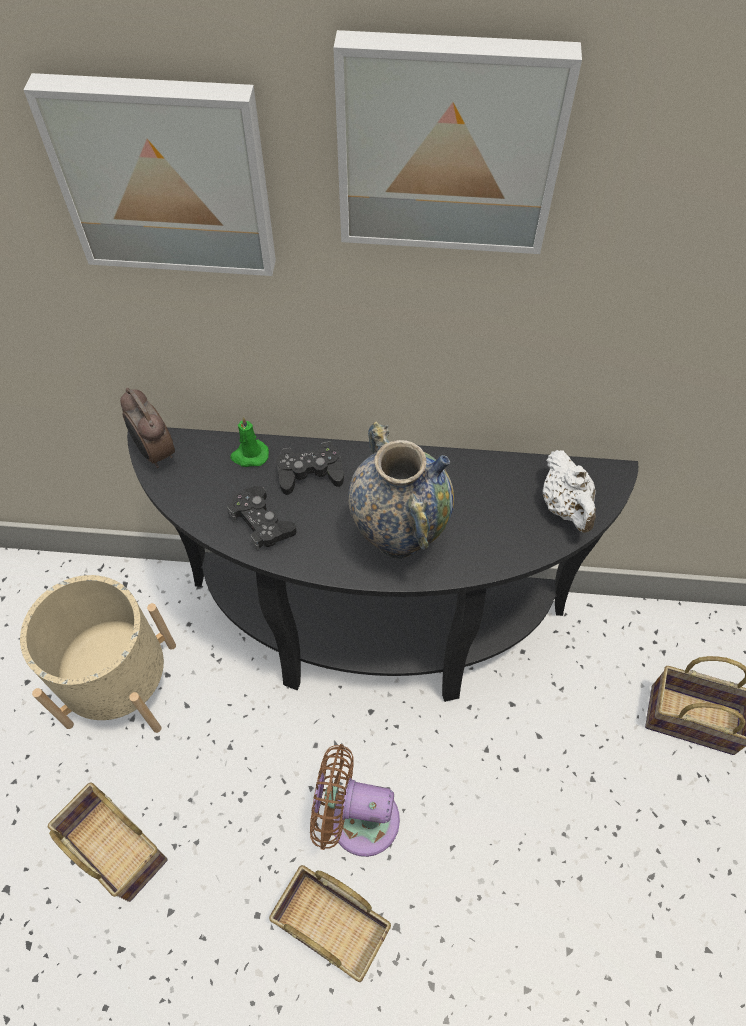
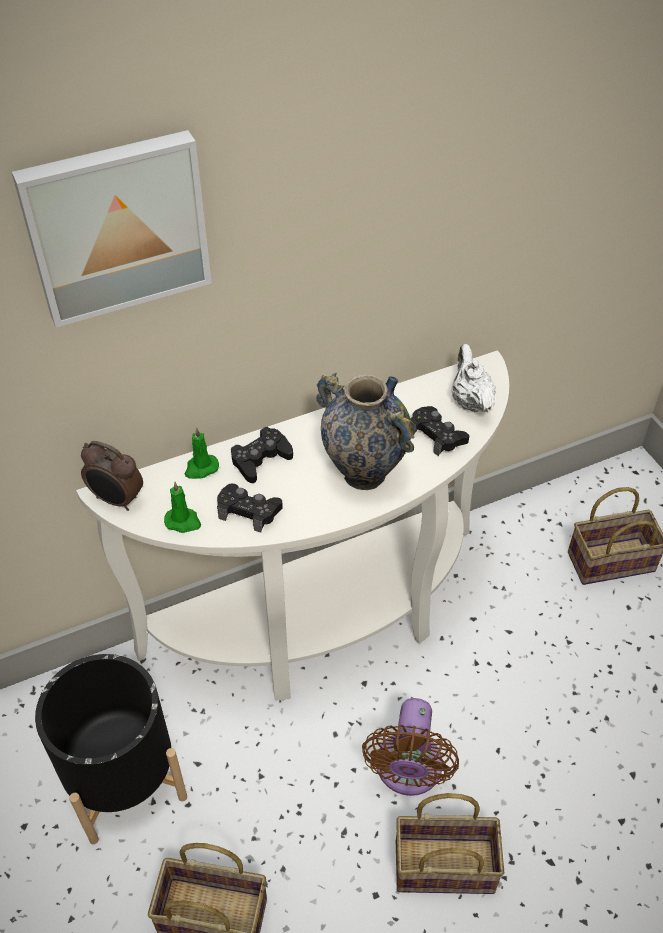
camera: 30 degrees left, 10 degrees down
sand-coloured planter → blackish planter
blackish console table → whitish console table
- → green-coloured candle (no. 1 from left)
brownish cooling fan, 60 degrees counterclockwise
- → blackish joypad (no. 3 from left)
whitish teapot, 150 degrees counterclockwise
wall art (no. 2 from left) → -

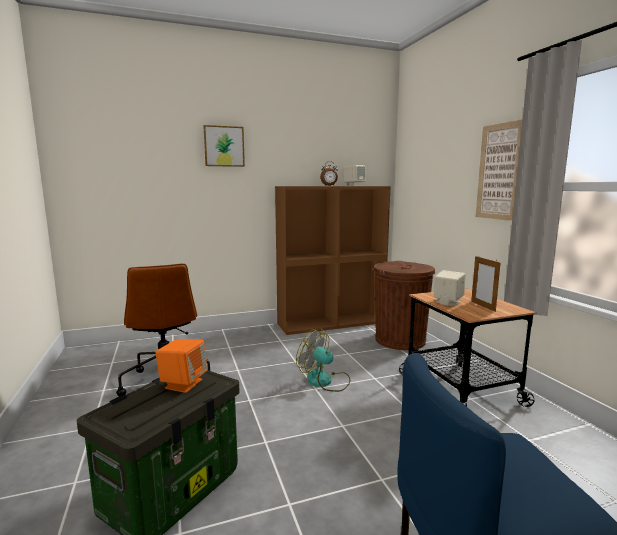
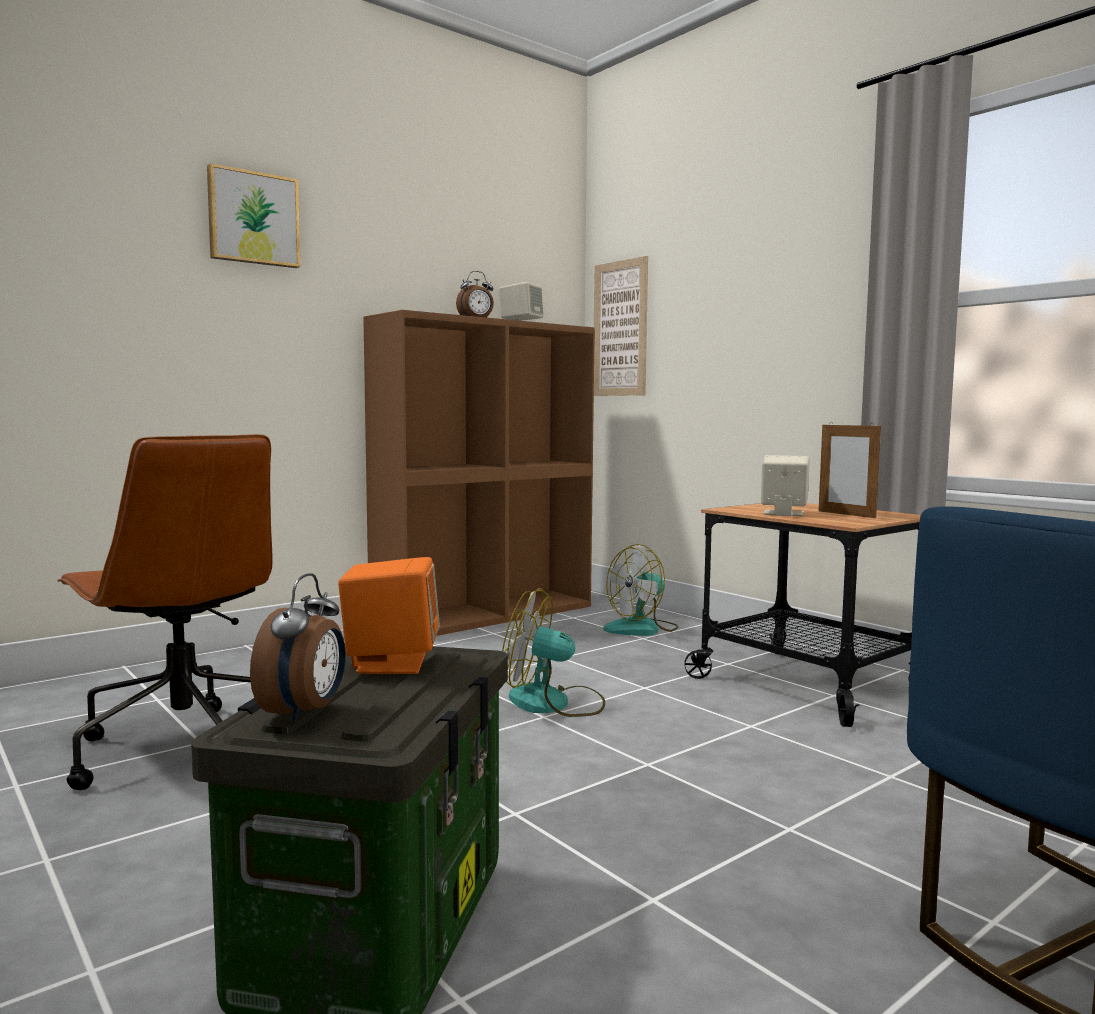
camera: 20 degrees left, 5 degrees down
- → bedside clock (no. 1 from left)
wall art (no. 2 from left), shifted
brownish waste bin → cooling fan (no. 2 from left)

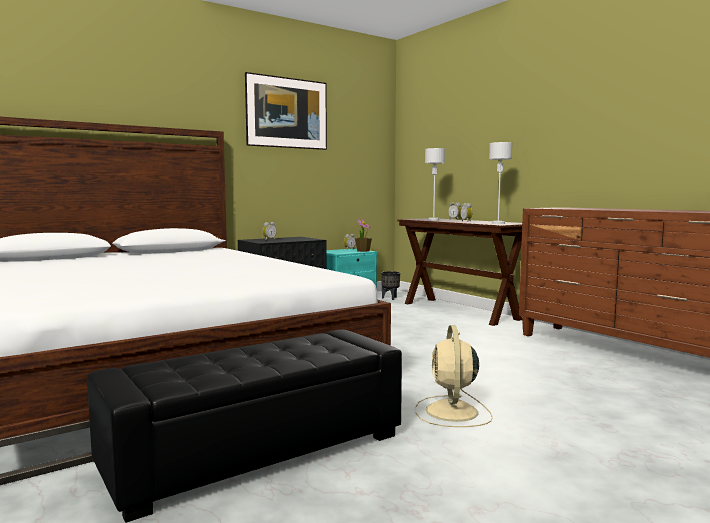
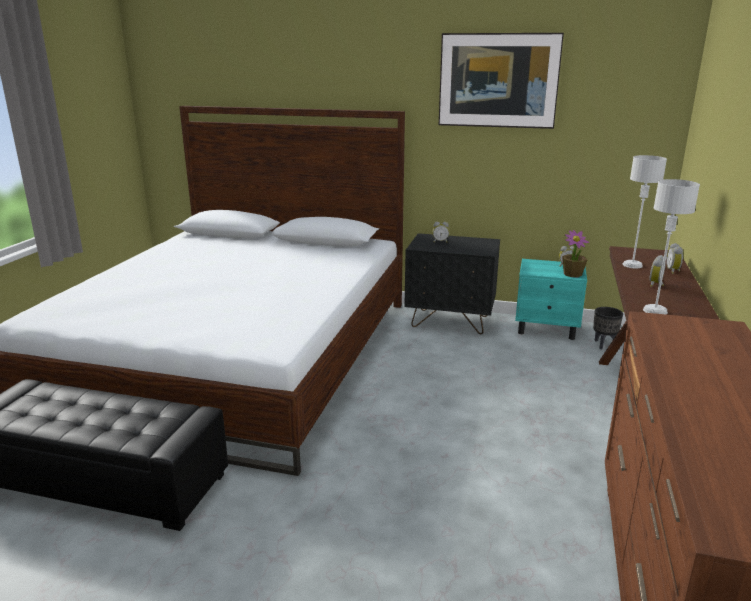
camera: 50 degrees right, 15 degrees up
sand-coloured cooling fan → -

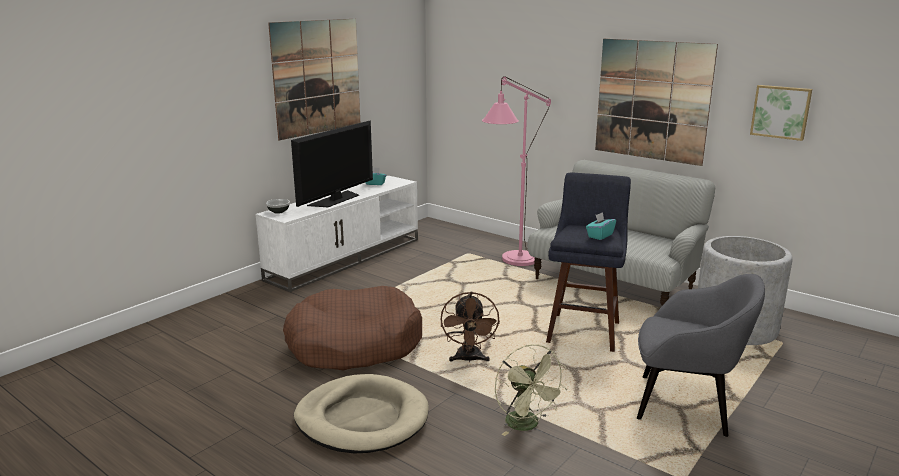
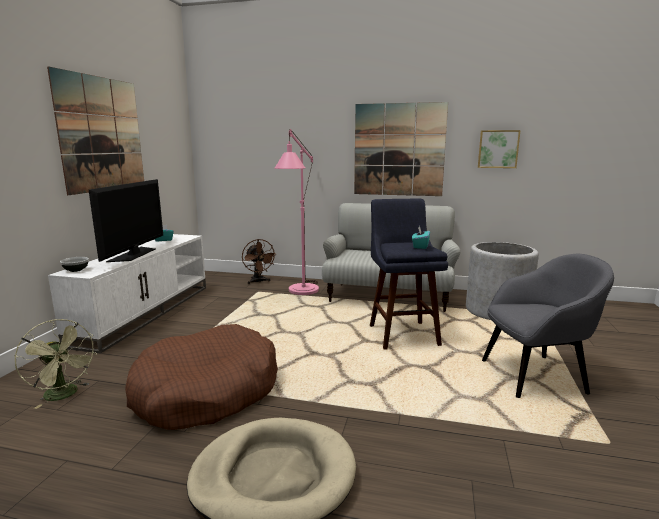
camera: 25 degrees left, 5 degrees down
green-coloured cooling fan, shifted
brownish cooling fan, shifted

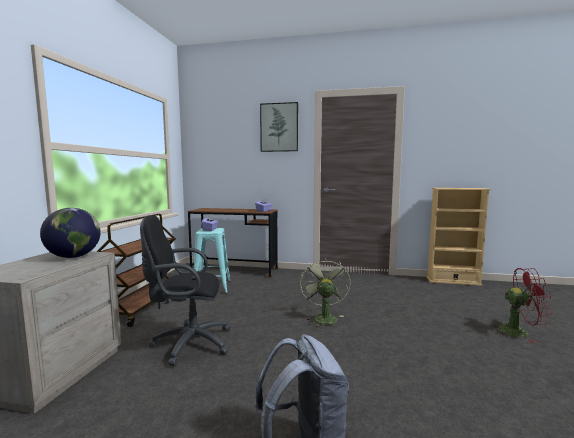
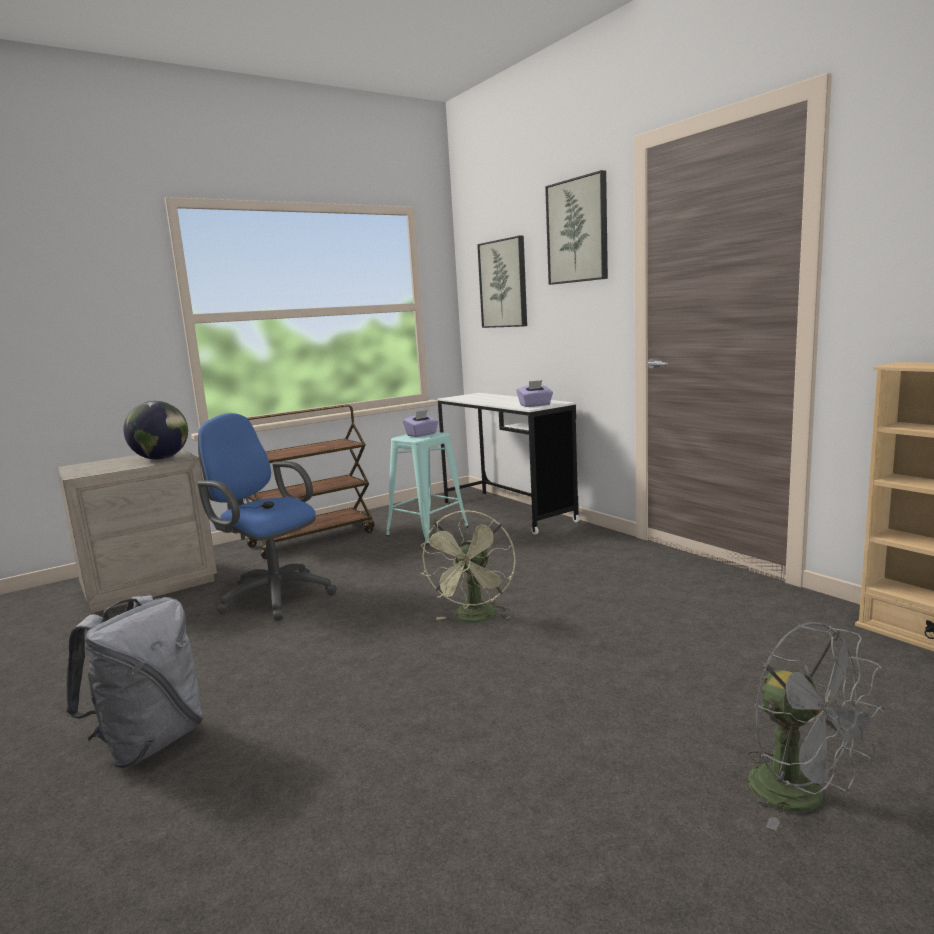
camera: 45 degrees right, 5 degrees up
blackish computer chair → bluish computer chair
green-coloured cooling fan, 150 degrees clockwise
brownish desk table → whitish desk table
- → wall art (no. 1 from left)
red-coloured cooling fan → greyish cooling fan

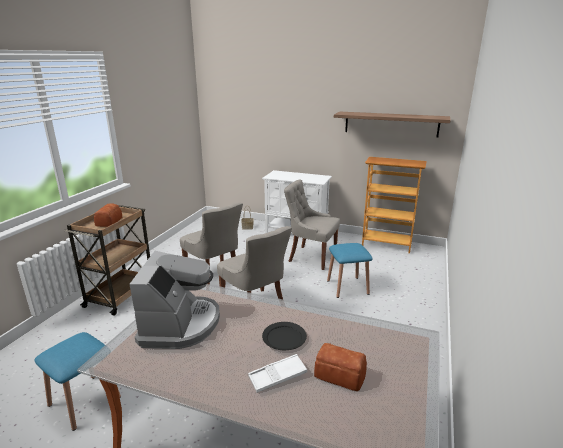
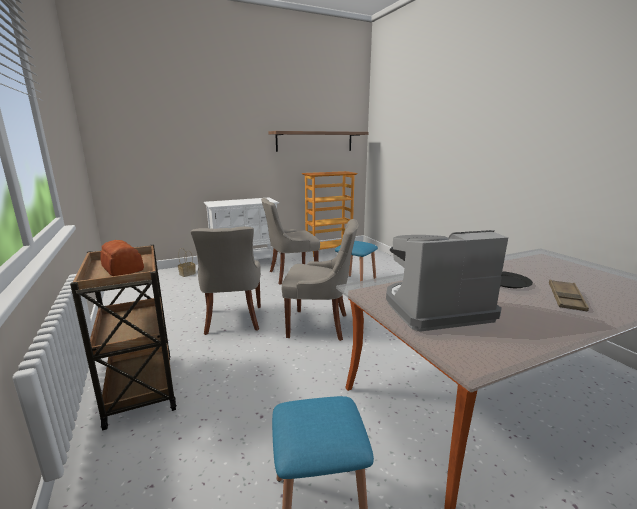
camera: 45 degrees left, 5 degrees down
greyish plain chair (no. 1 from left), 75 degrees clockwise
coffee maker, 60 degrees counterclockwise
whitish tray → brownish tray
bread (no. 2 from left) → -

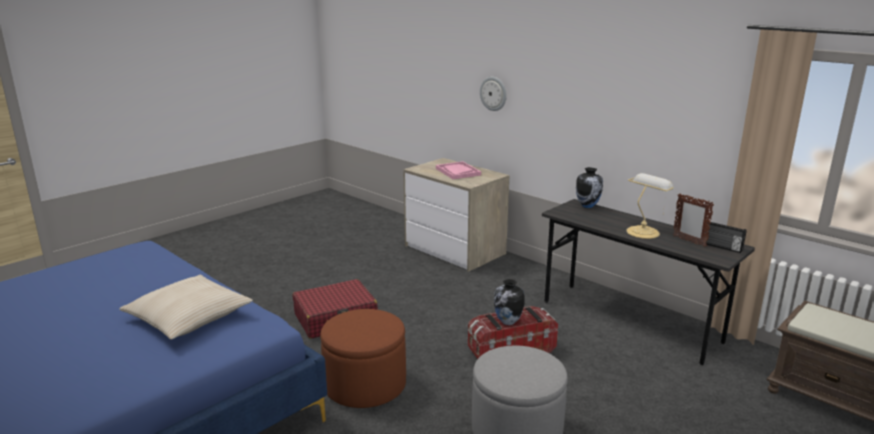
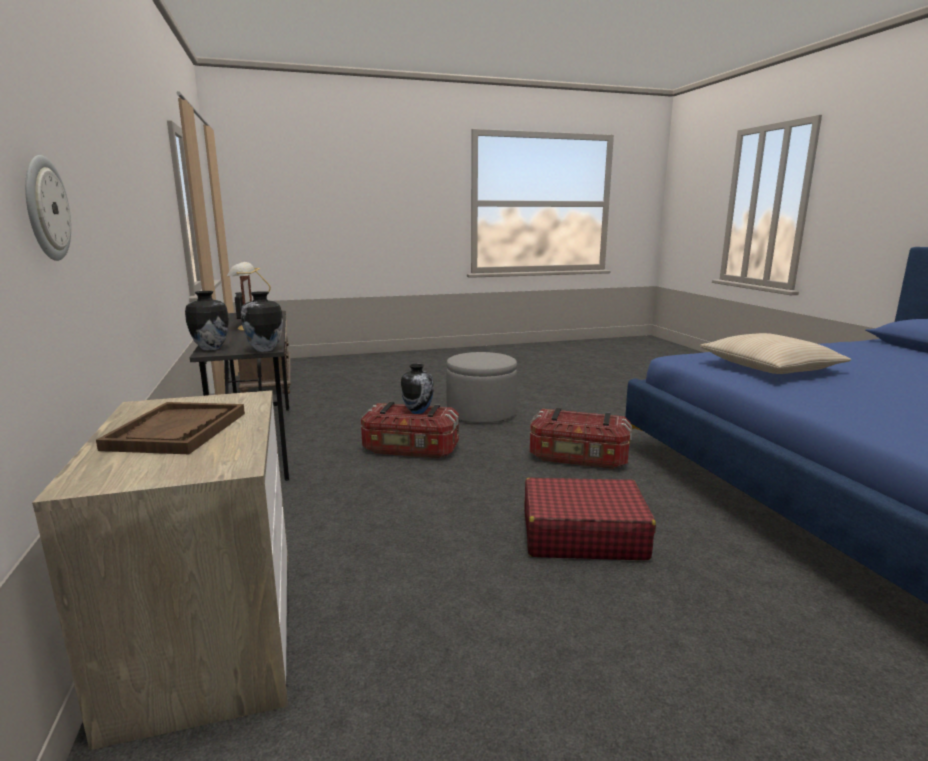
camera: 150 degrees left, 5 degrees down
pink tray → brownish tray
- → vase (no. 2 from left)
brownish ottoman → storage bin (no. 2 from left)

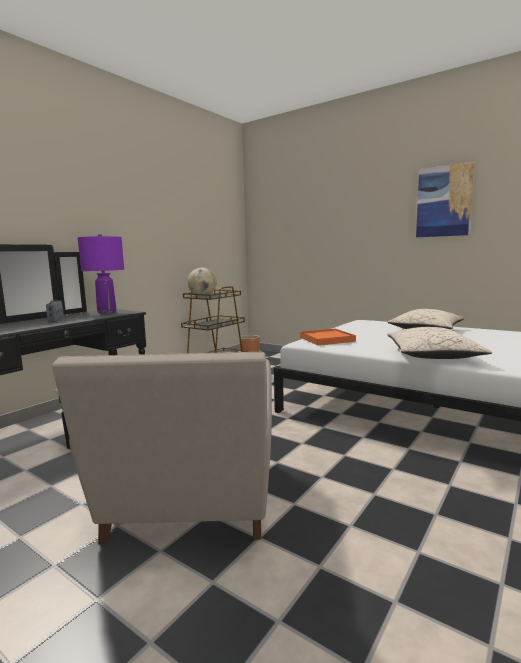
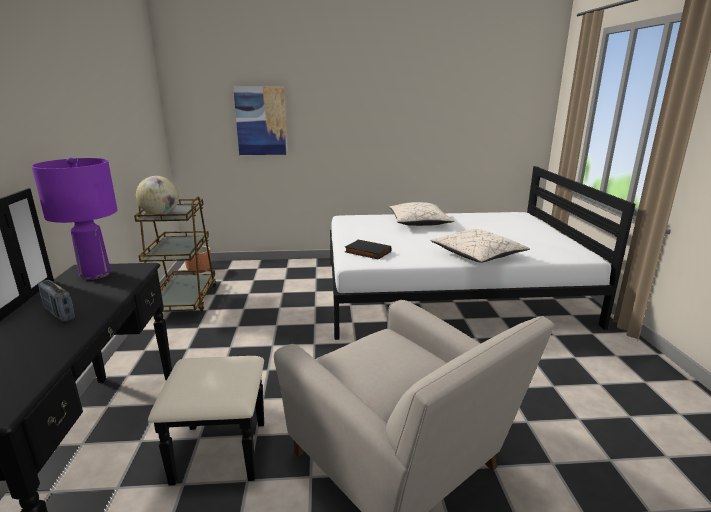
camera: 40 degrees left, 10 degrees up
wall art, shifted
orangey tray → blackish volume

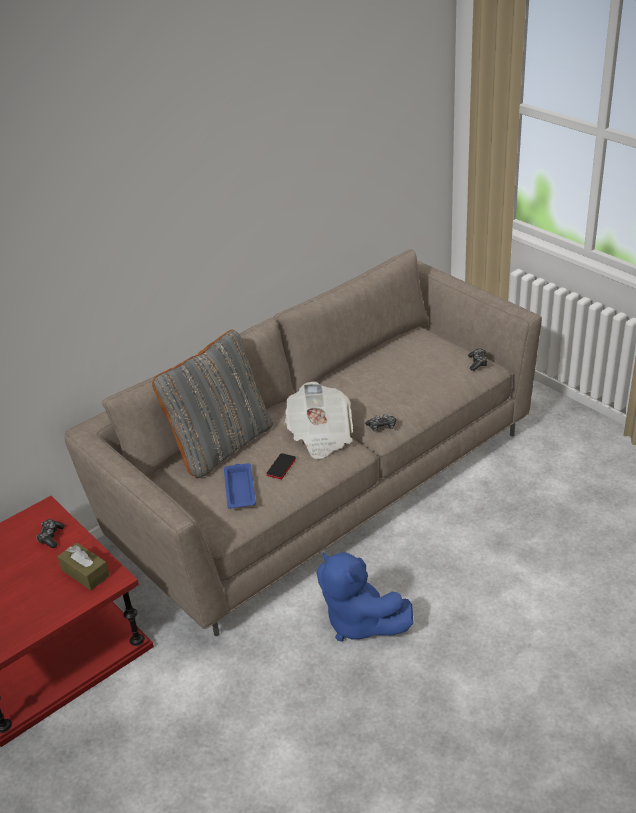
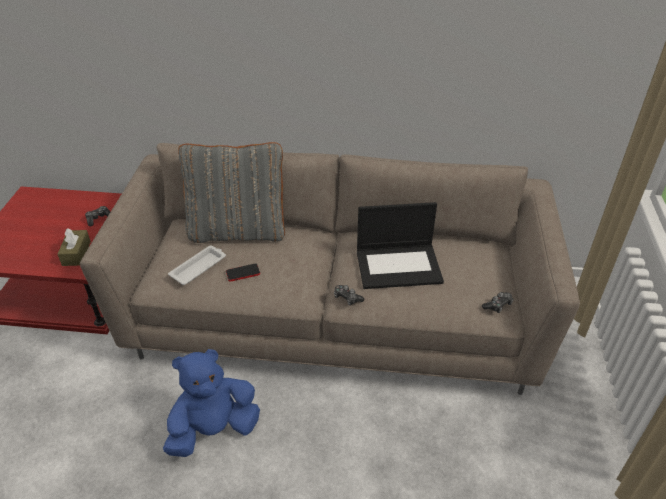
camera: 45 degrees right, 5 degrees up
bluish soft toy, 60 degrees clockwise
bluish tray → whitish tray
- → laptop
newspaper → -

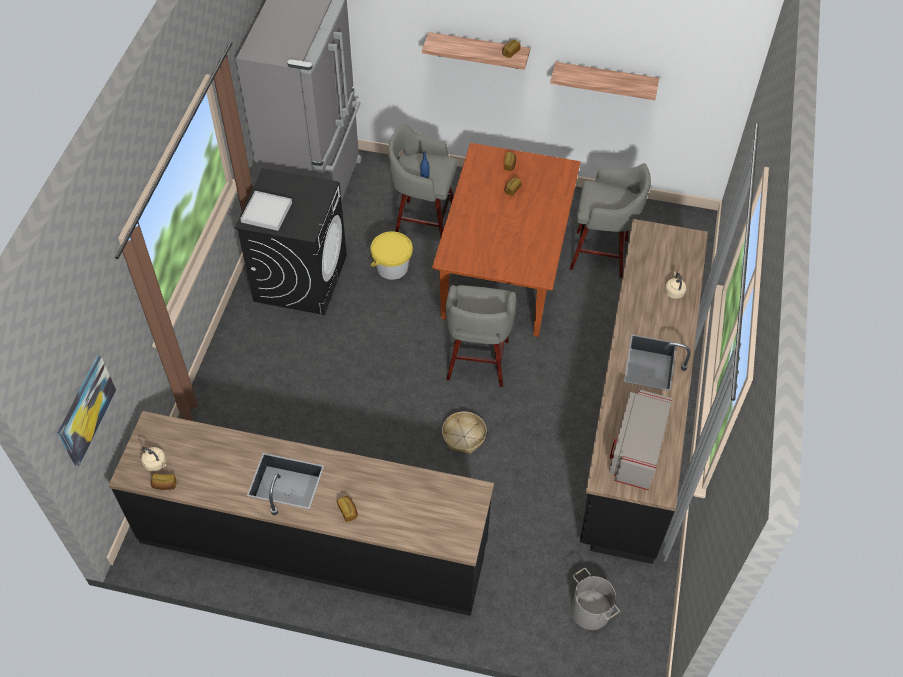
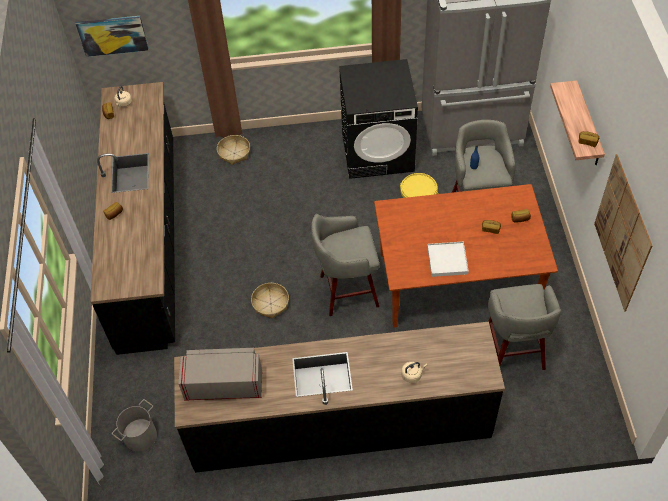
camera: 75 degrees right, 0 degrees up
- → storage basket (no. 1 from left)
whitish tray, shifted
wall shelf (no. 2 from left) → wall art (no. 2 from left)

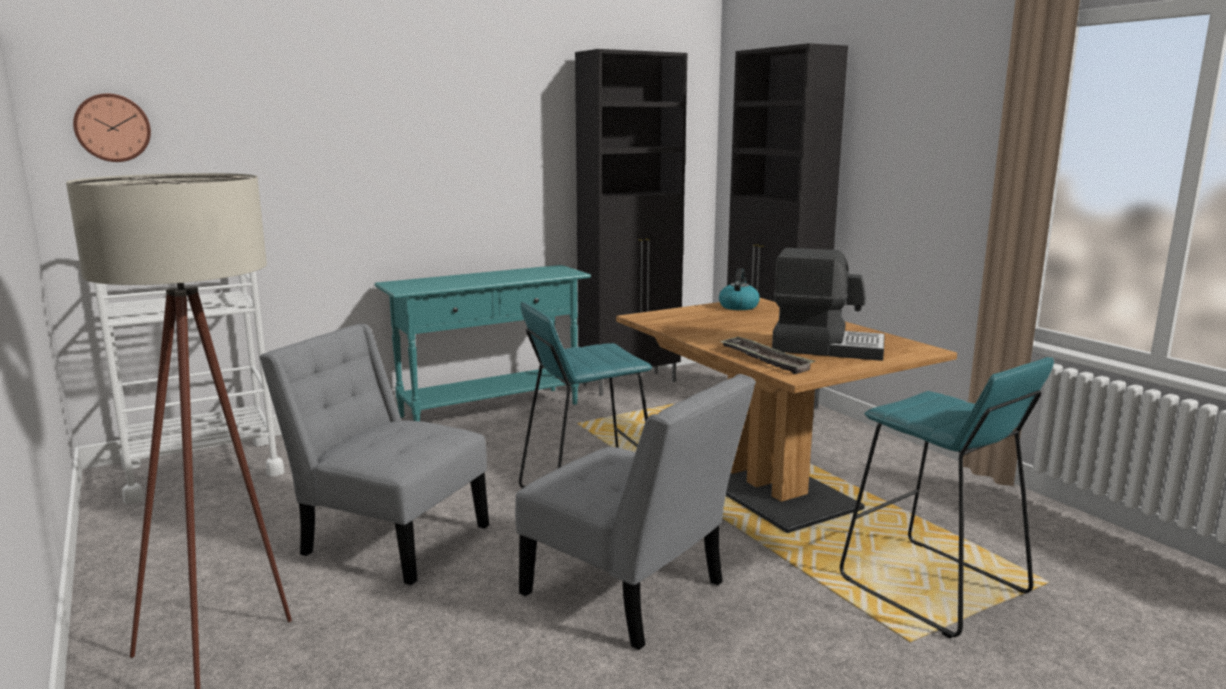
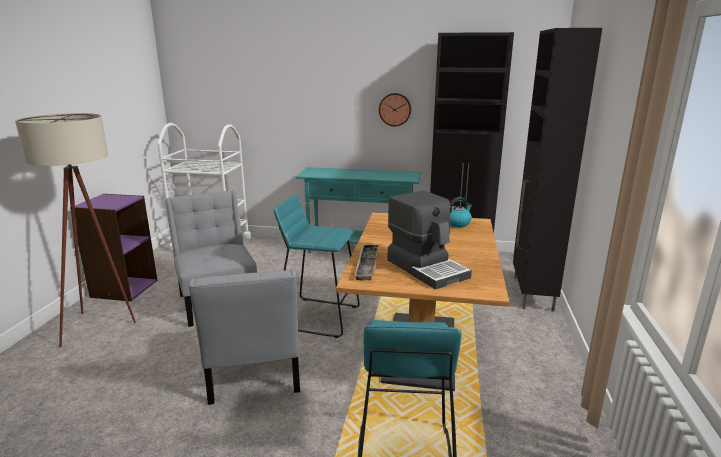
camera: 40 degrees right, 5 degrees up
- → purple bookshelf
wall clock, shifted

